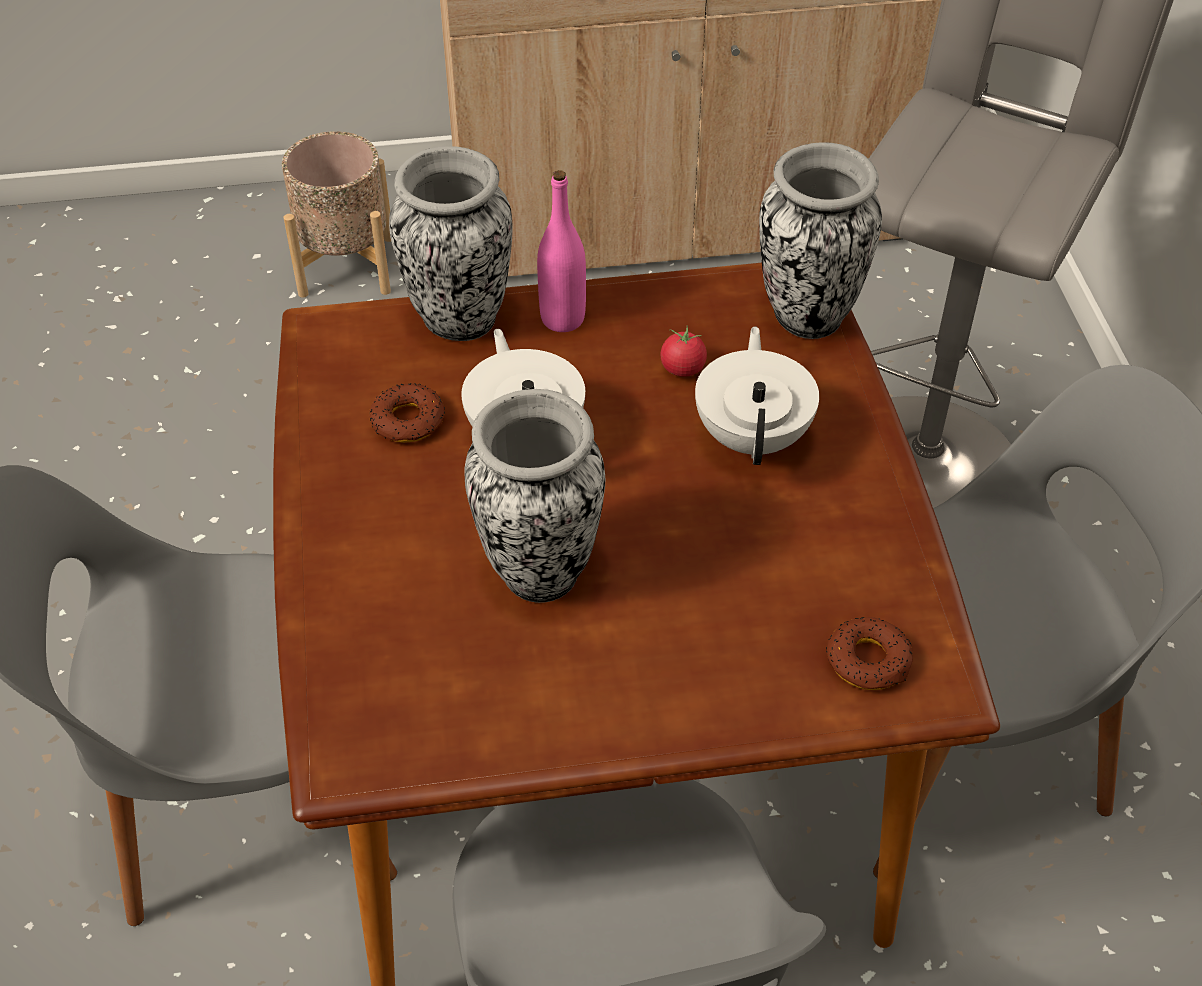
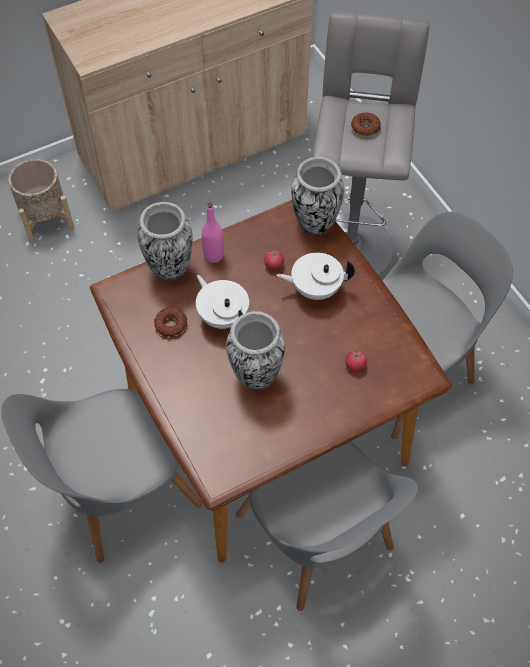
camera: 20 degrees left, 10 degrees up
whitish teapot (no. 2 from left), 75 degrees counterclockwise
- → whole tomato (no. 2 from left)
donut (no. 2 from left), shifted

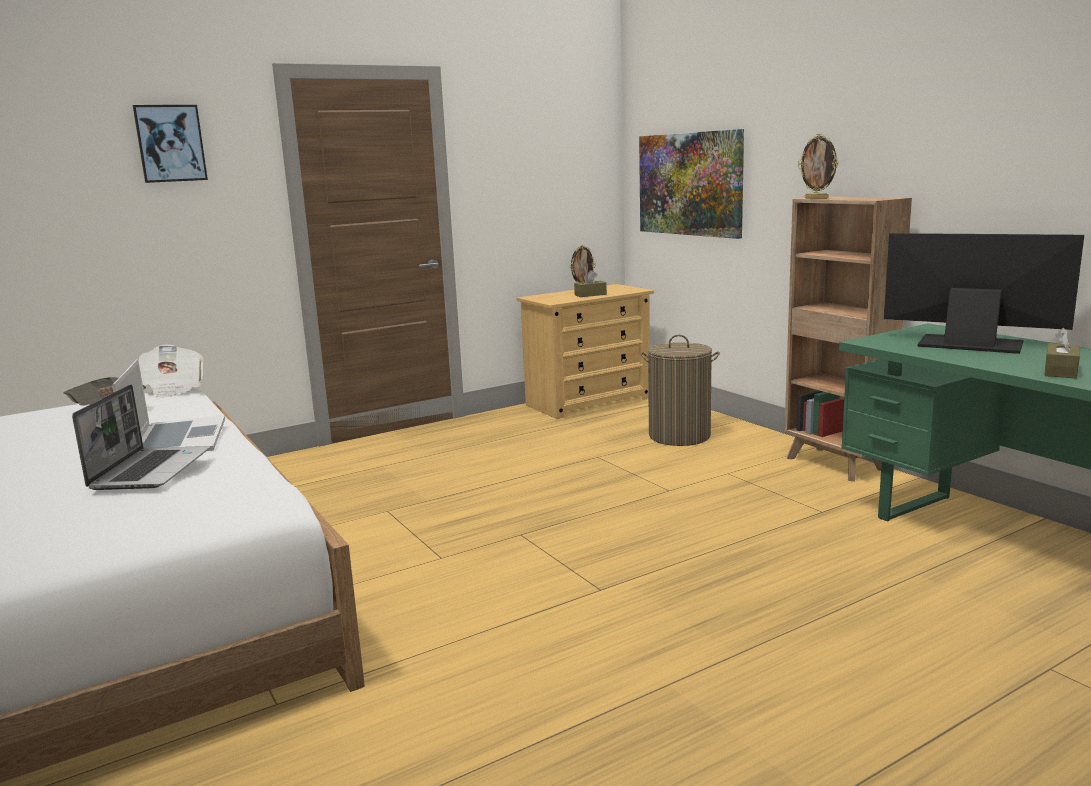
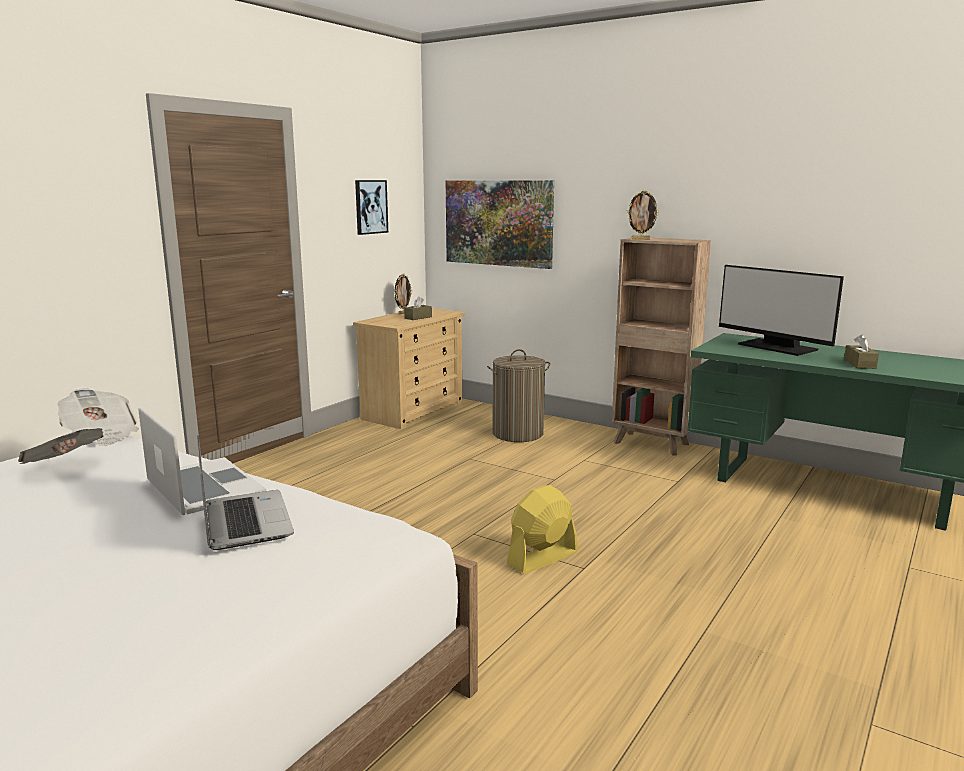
camera: 25 degrees left, 0 degrees up
wall art (no. 1 from left), shifted
- → yellow-coloured cooling fan
monitor, 135 degrees counterclockwise

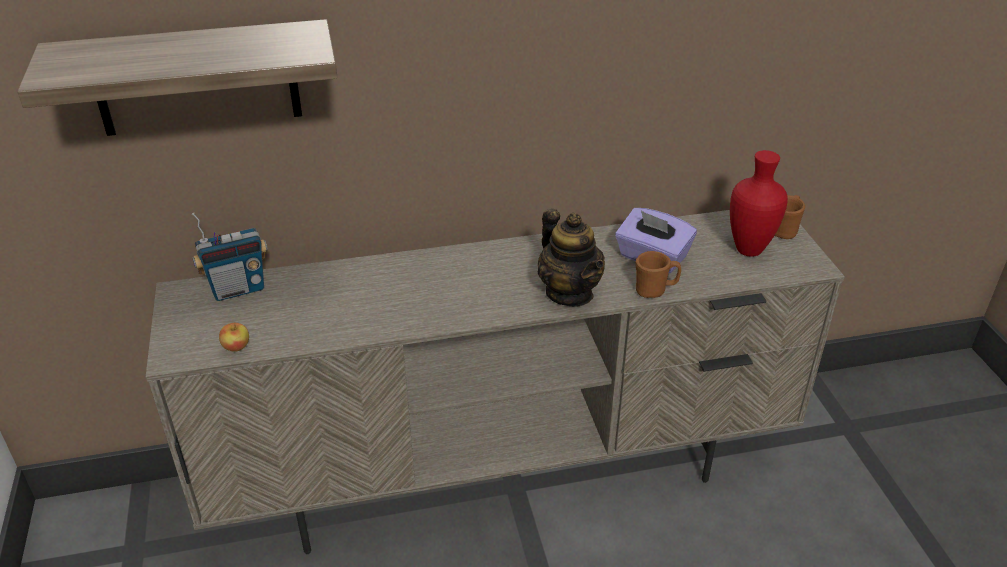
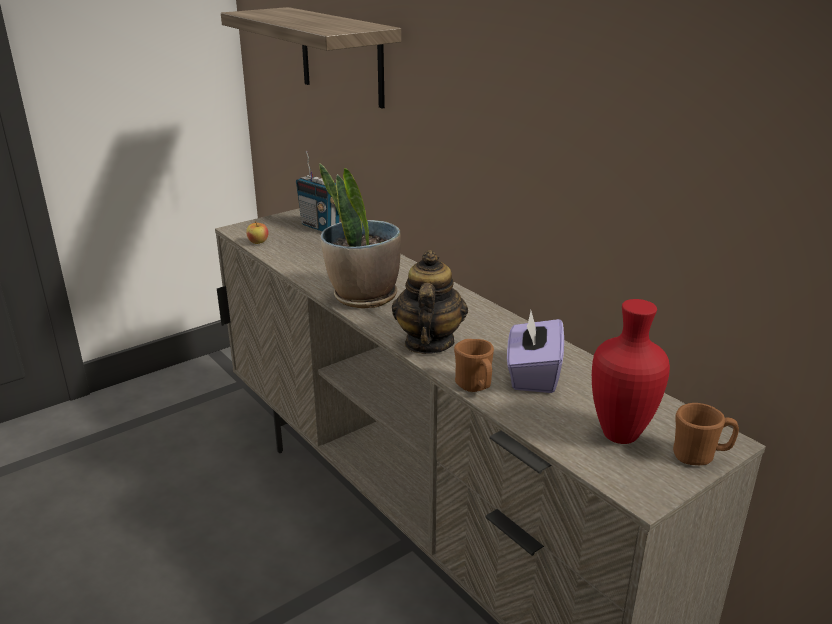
camera: 65 degrees right, 10 degrees down
- → houseplant
teapot, 150 degrees clockwise

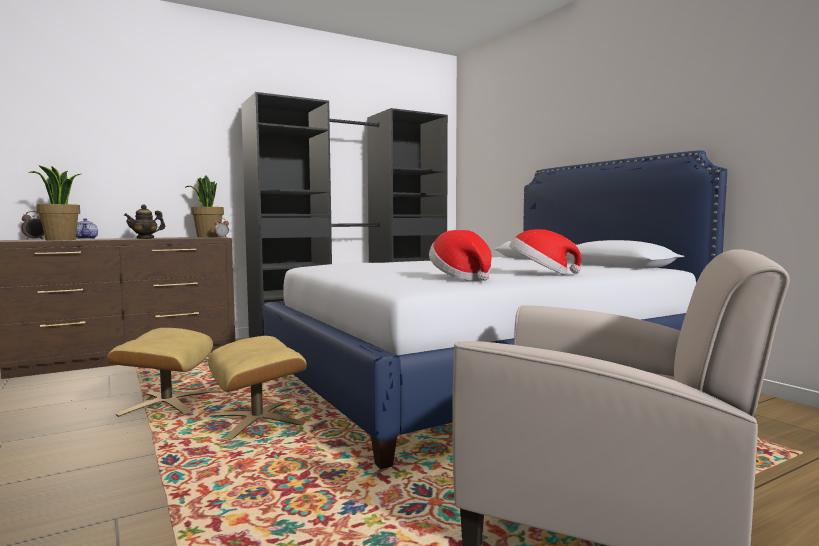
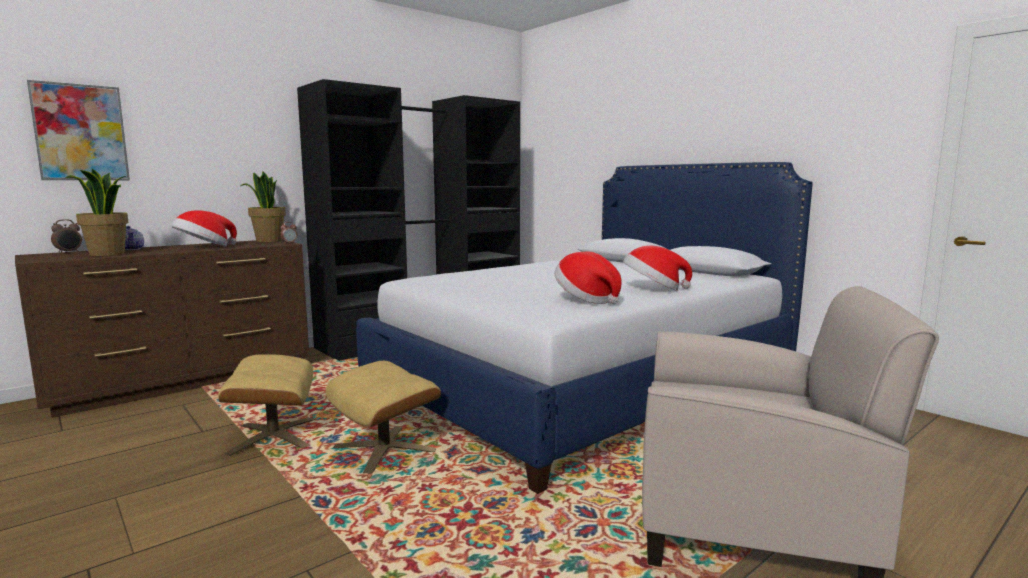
camera: 10 degrees left, 5 degrees up
- → wall art
teapot (no. 2 from left) → wearable hat (no. 1 from left)

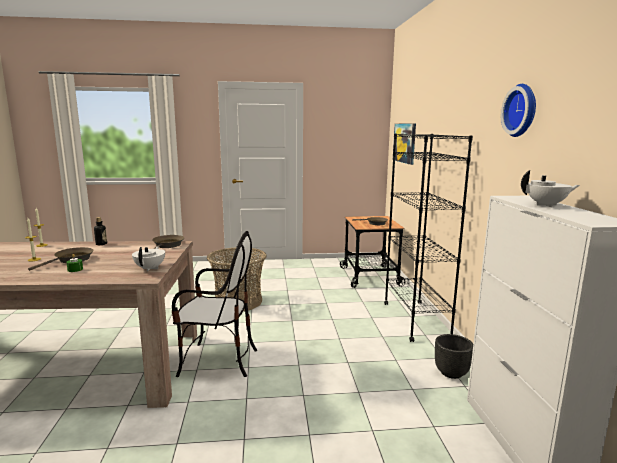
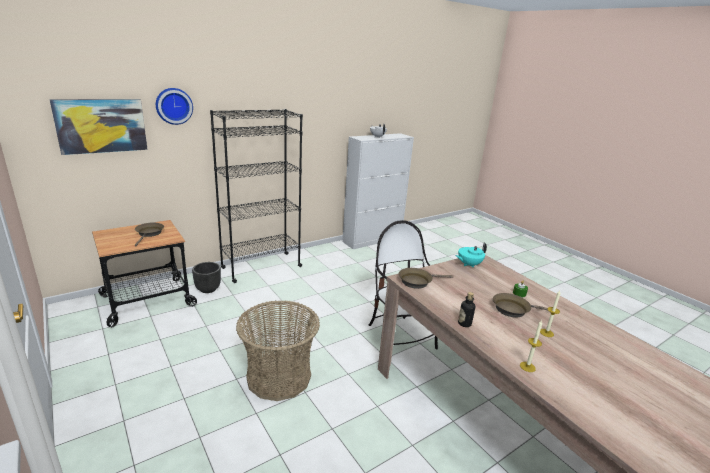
camera: 120 degrees left, 10 degrees up
wall clock, shifted
blackish planter, shifted
whitish teapot (no. 1 from left) → blue-green teapot

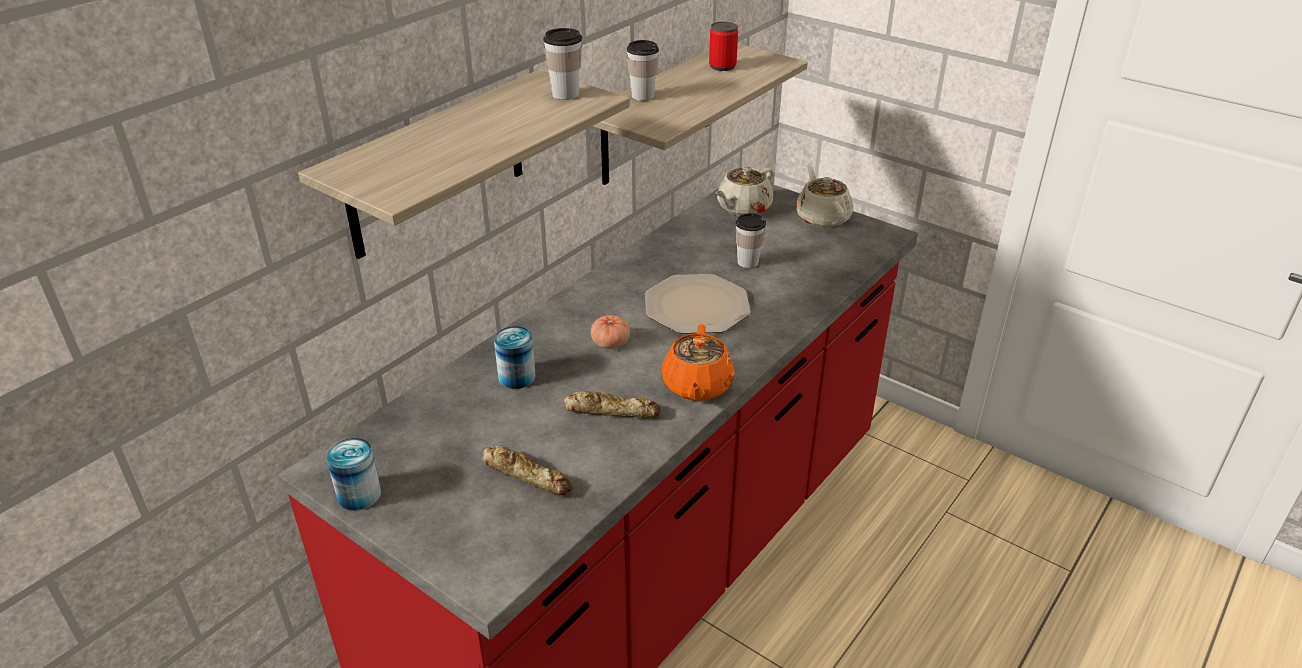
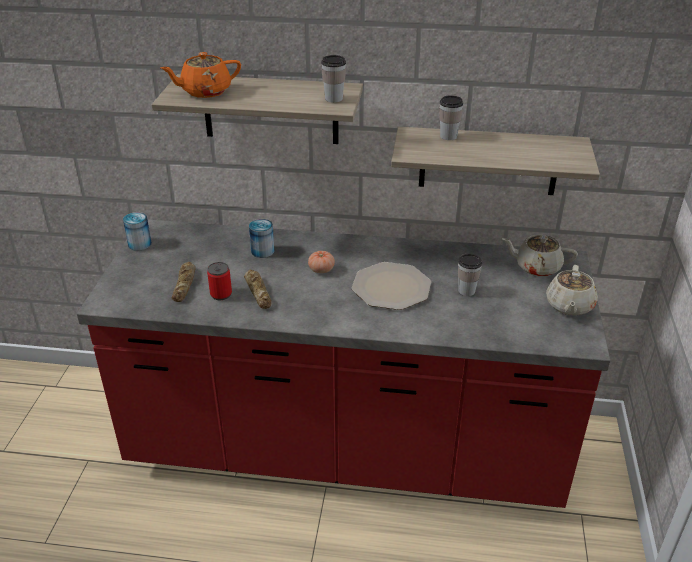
camera: 60 degrees right, 0 degrees up
orangey teapot, shifted
can (no. 3 from left in the first image) → can (no. 2 from left), shifted
sand-coloured teapot (no. 2 from left), 150 degrees clockwise

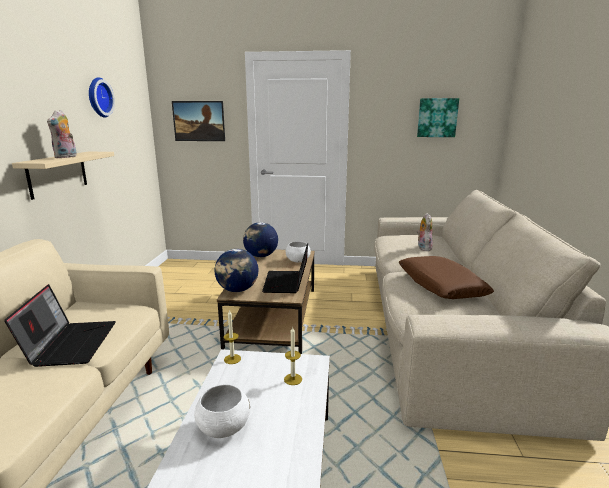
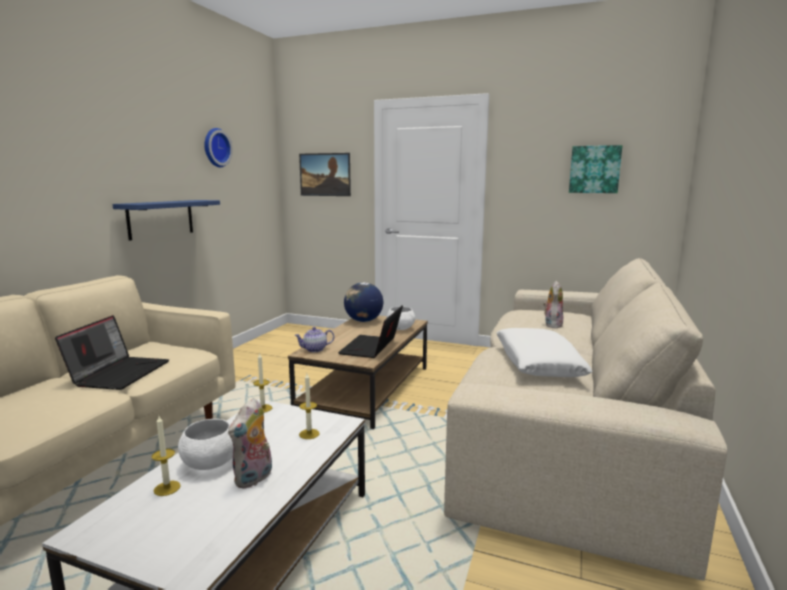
camera: 15 degrees right, 5 degrees down
sand-coloured wall shelf → bluish wall shelf
- → candle (no. 1 from left)
soft toy (no. 1 from left), shifted
globe (no. 1 from left) → teapot
brownish pillow → whitish pillow

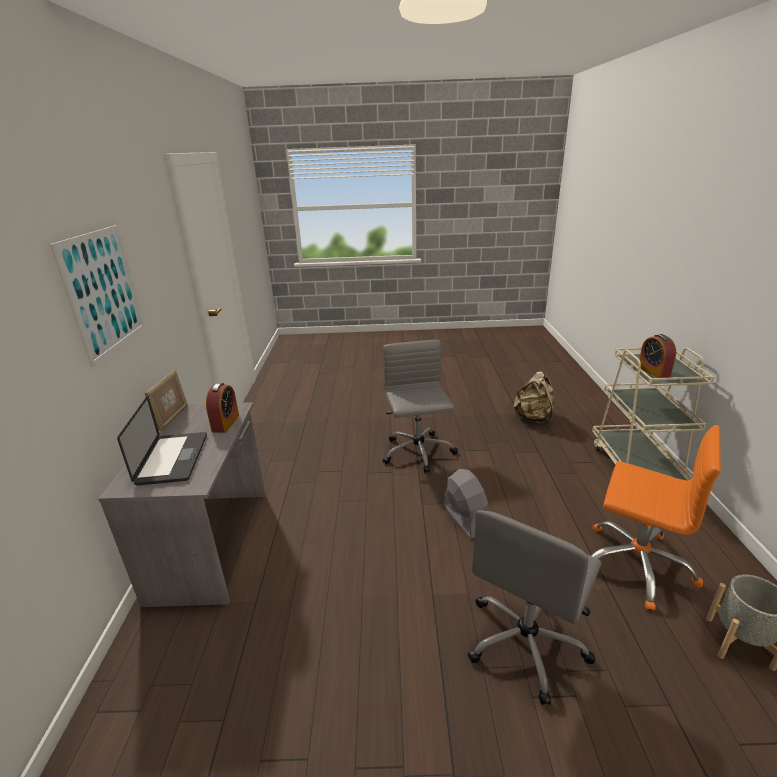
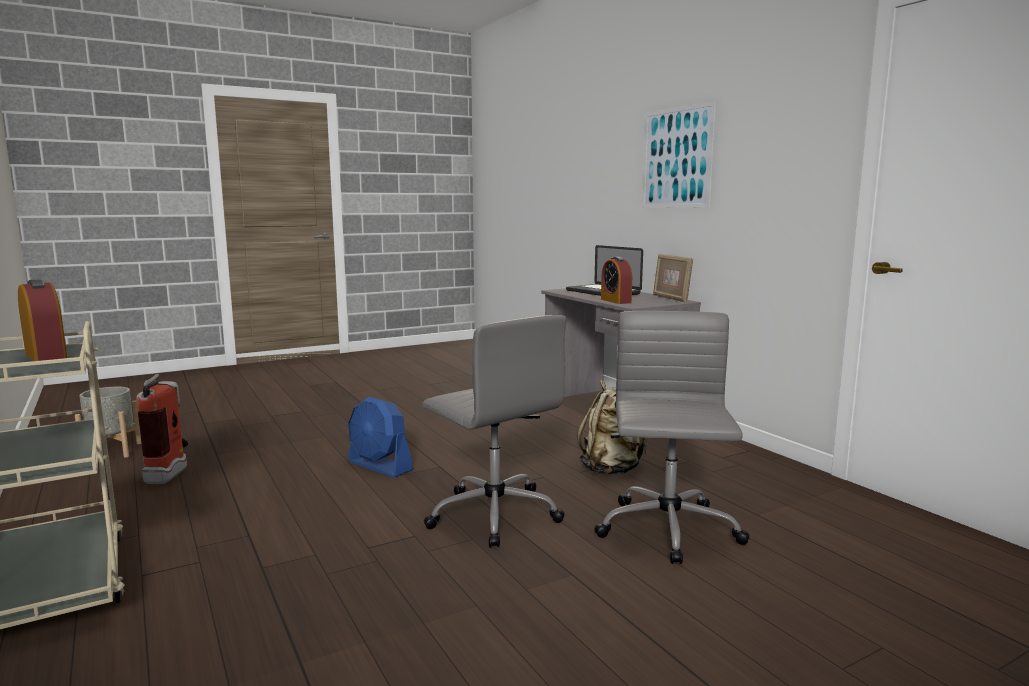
camera: 150 degrees right, 15 degrees down
orangey computer chair → fire extinguisher
greyish cooling fan → bluish cooling fan
sand-coloured knapsack, shifted
greyish computer chair (no. 2 from left), shifted

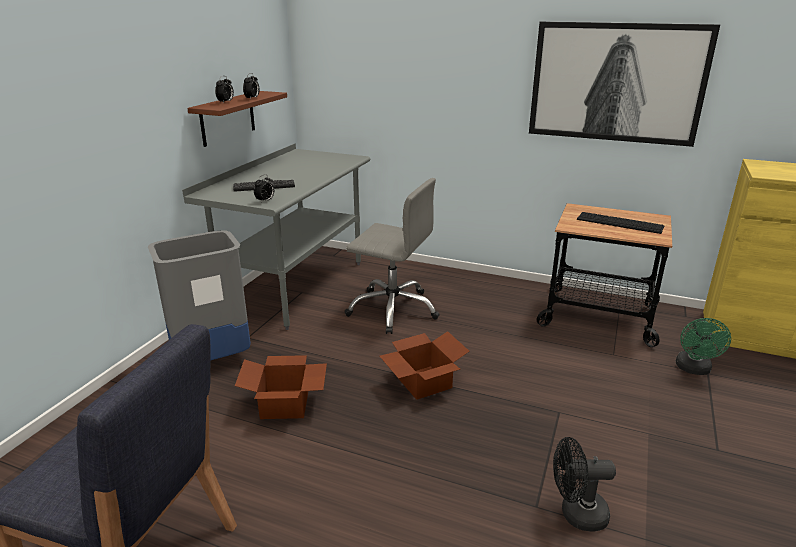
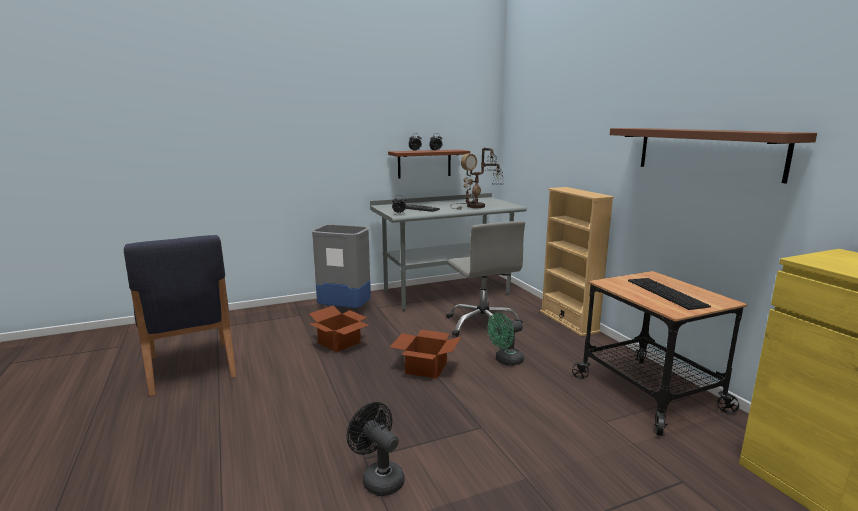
camera: 45 degrees right, 10 degrees down
- → table lamp
green-coloured cooling fan, shifted
- → sand-coloured bookshelf
wall art → brownish wall shelf (no. 2 from left)

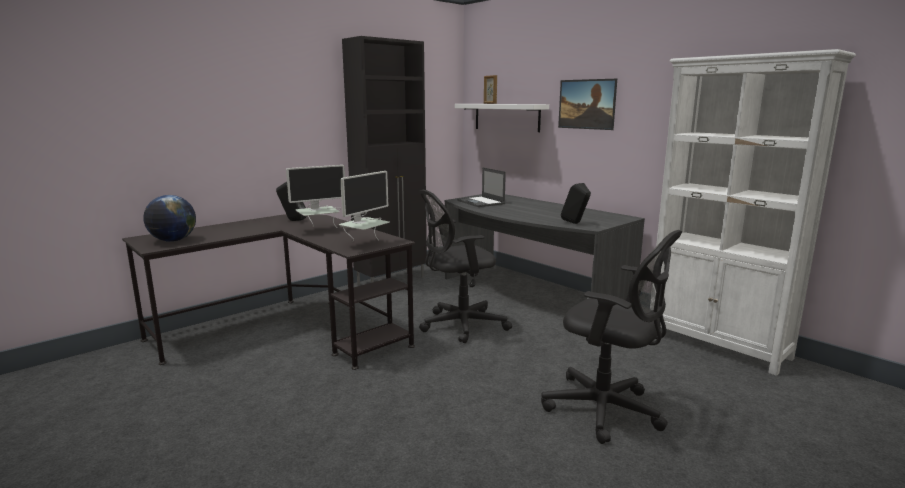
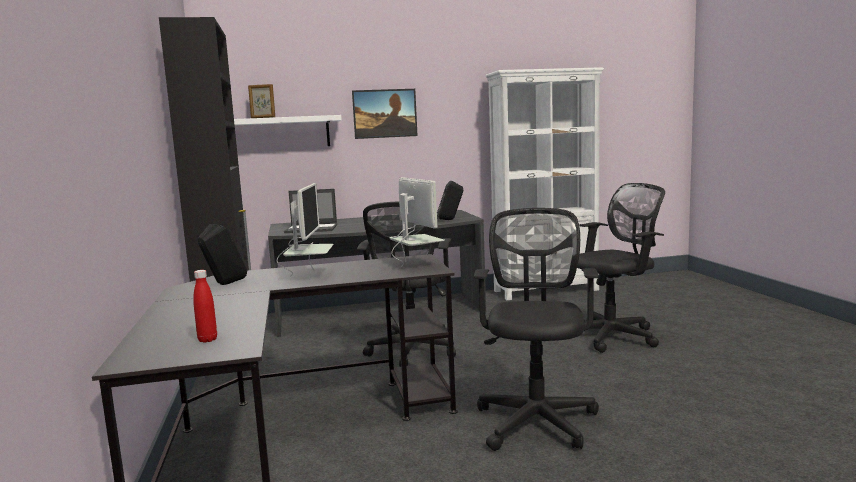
camera: 60 degrees left, 5 degrees down
globe → red-coloured bottle
- → blackish computer chair (no. 2 from left)

